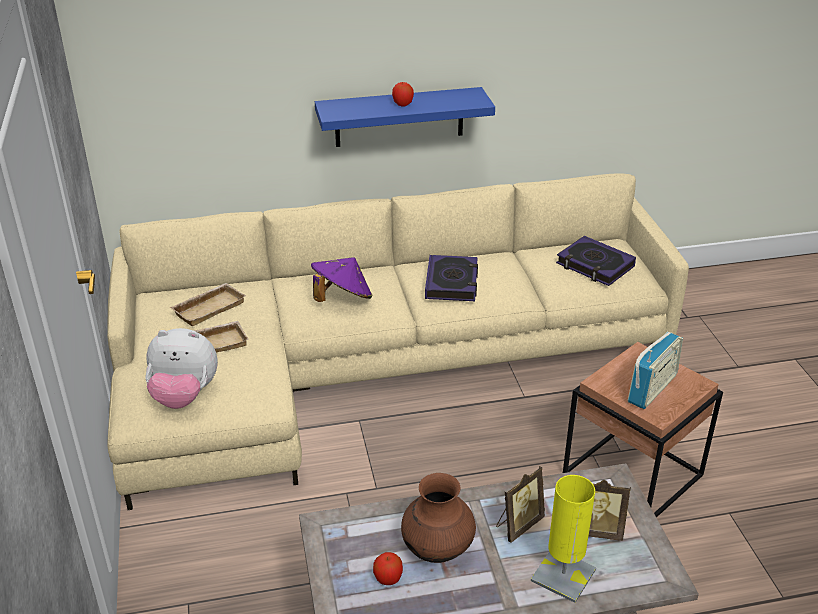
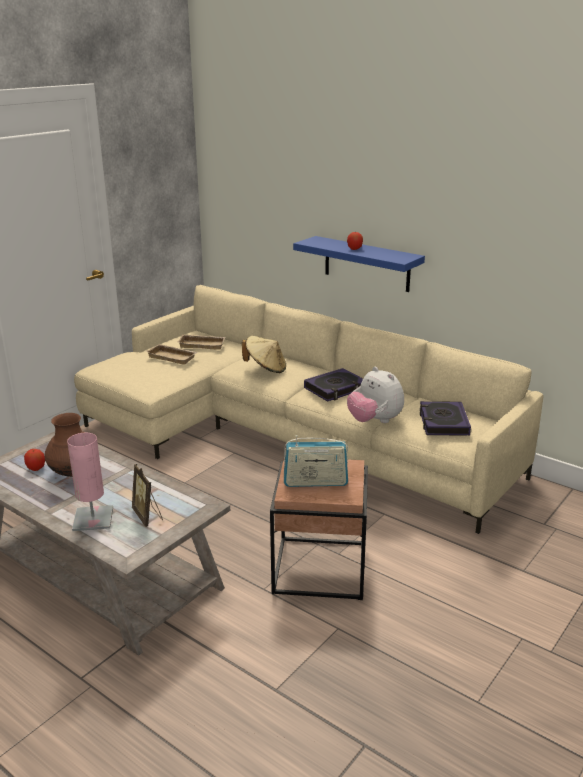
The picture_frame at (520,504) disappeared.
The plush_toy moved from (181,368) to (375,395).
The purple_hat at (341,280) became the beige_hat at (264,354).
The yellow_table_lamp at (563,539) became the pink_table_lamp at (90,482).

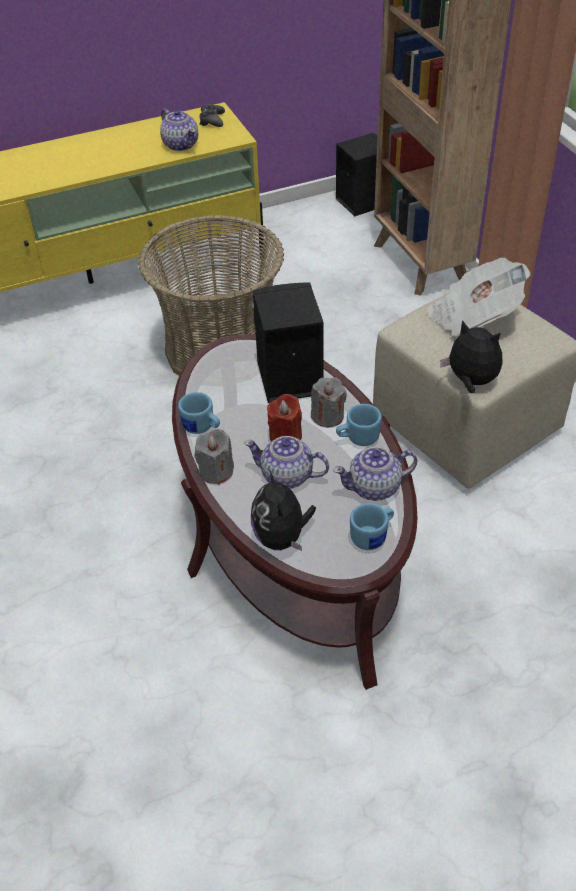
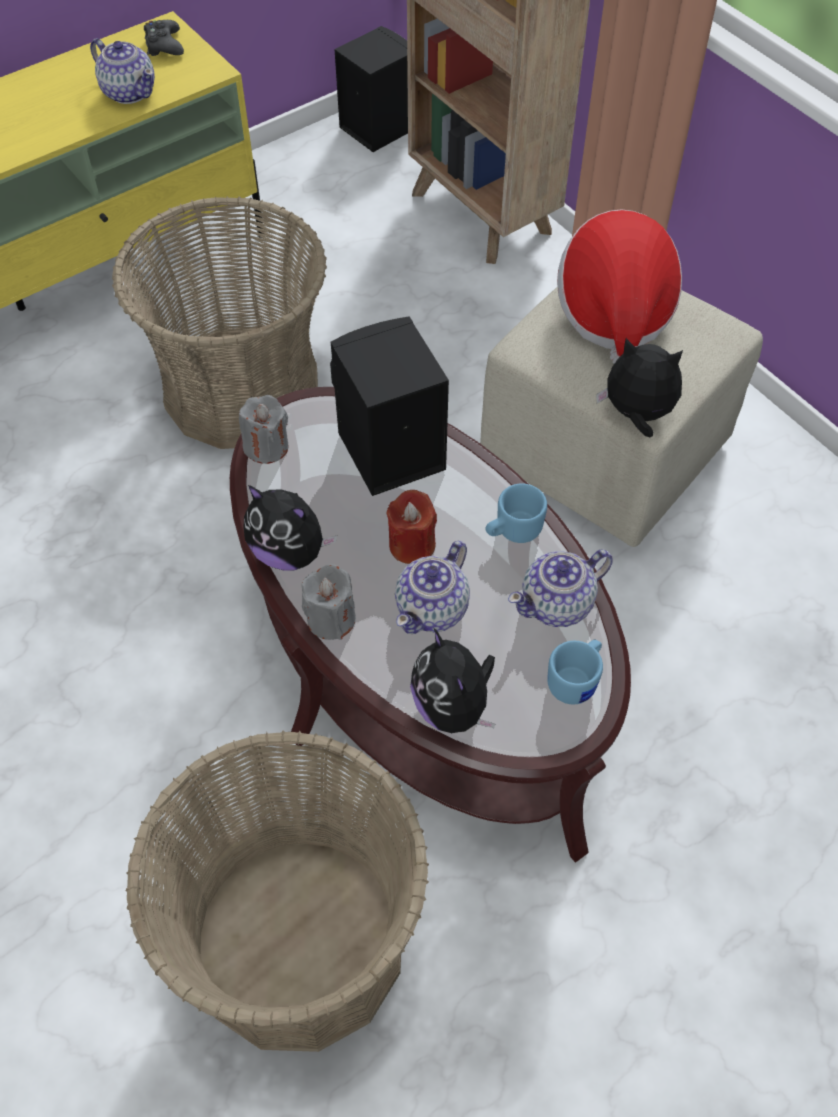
The basket at (277,891) appeared.
The grey_candle moved from (329,402) to (264,429).
The blue_mug at (199,413) was replaced by the plush_toy at (290,528).
The newspaper at (479,297) was replaced by the hat at (619,286).
The teapot at (286,462) turned 60 degrees counterclockwise.

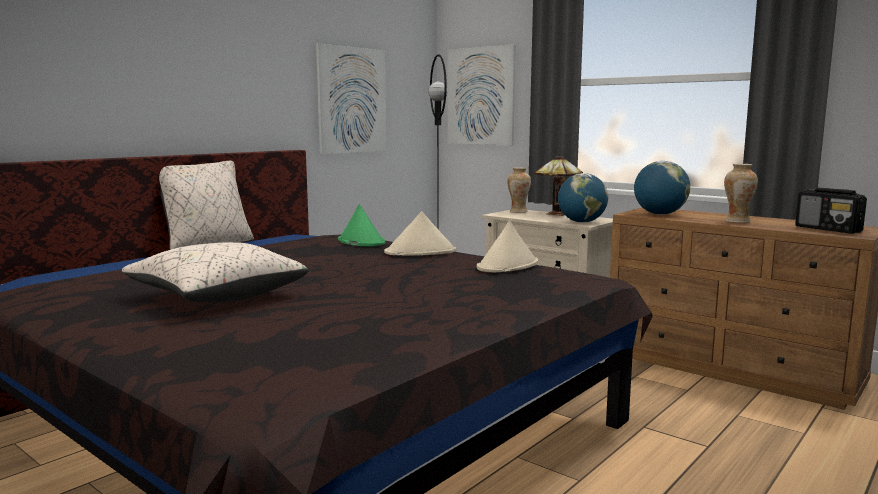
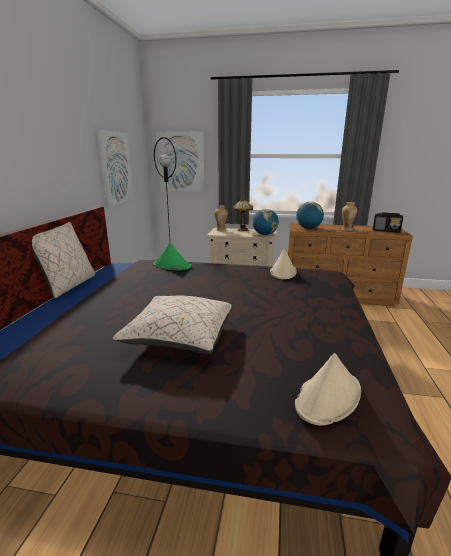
The beige_hat moved from (420,233) to (328,389).

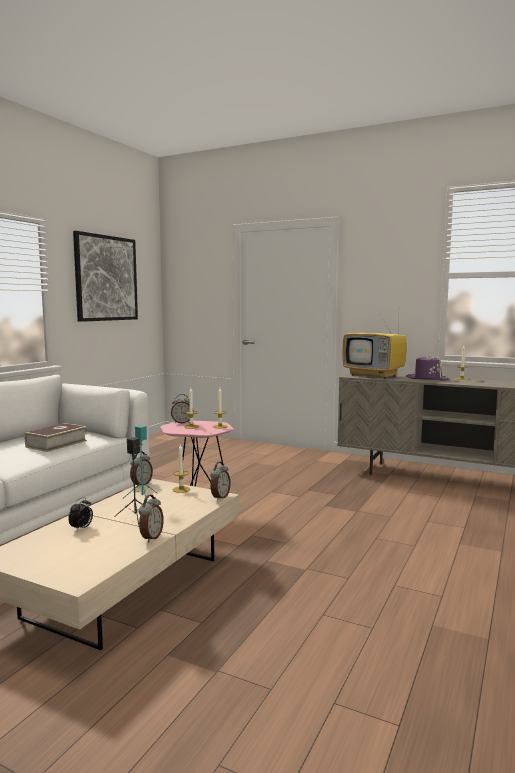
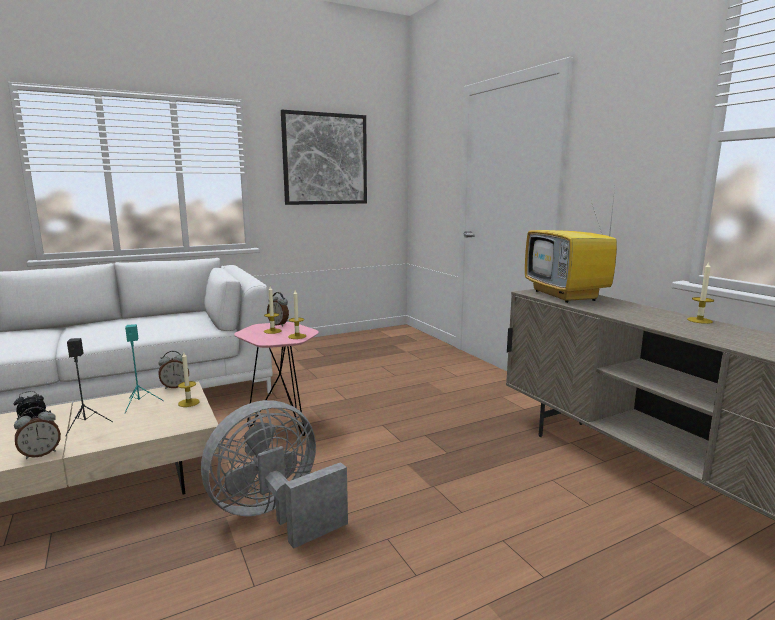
The book at (55,437) disappeared.
The alarm_clock at (220,481) disappeared.
The purple_hat at (427,367) disappeared.
The grey_fan at (274,474) appeared.

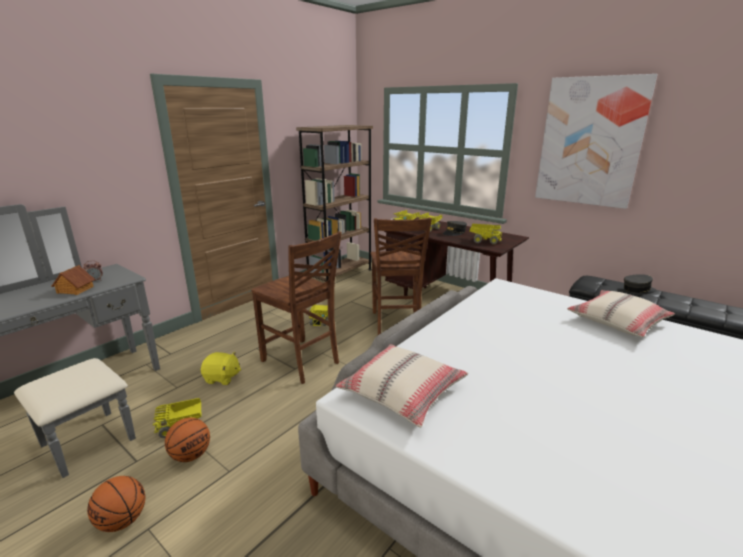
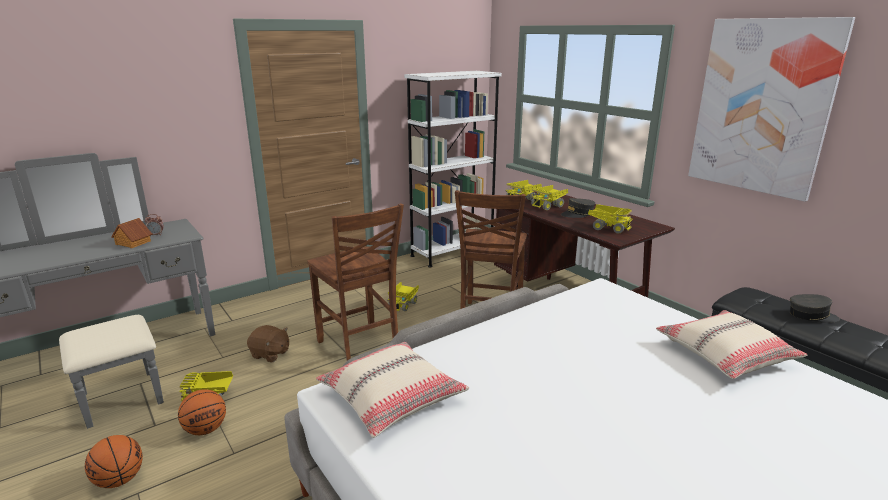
The yellow_plush_toy at (221,368) became the brown_plush_toy at (268,344).
The brown_bookcase at (334,203) became the white_bookcase at (453,169).

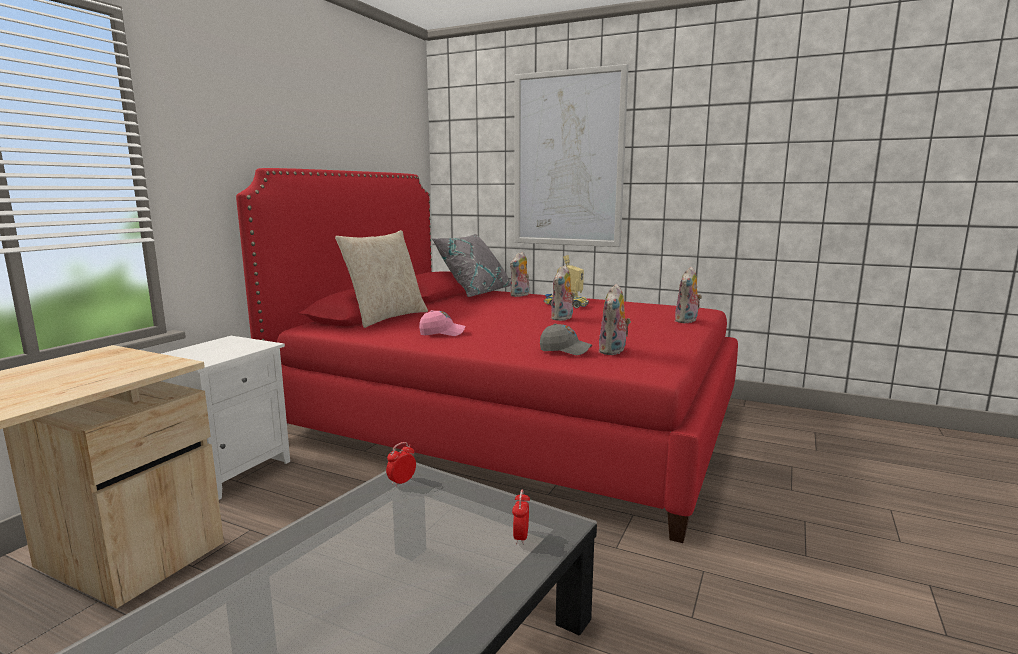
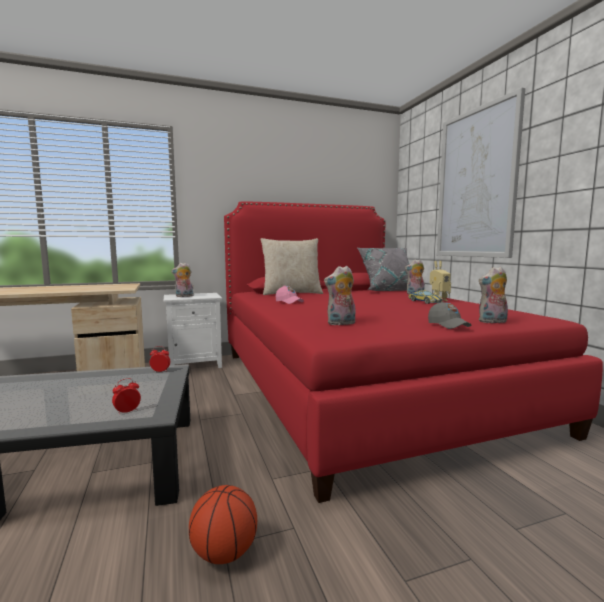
The basketball at (223,524) appeared.
The grey_cap moved from (566,339) to (449,315).
The plush_toy moved from (563,293) to (182,280).

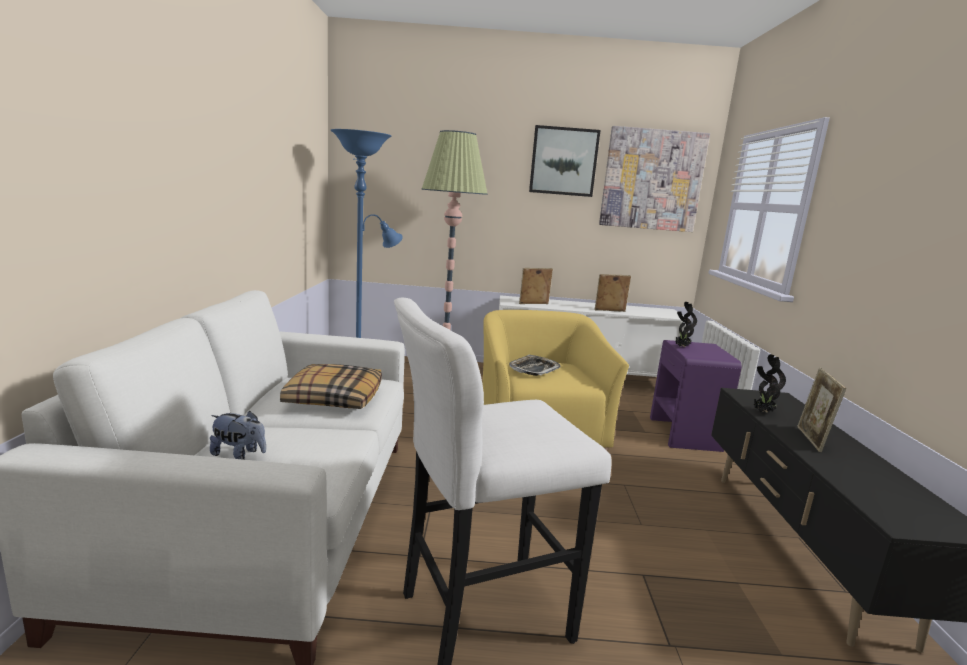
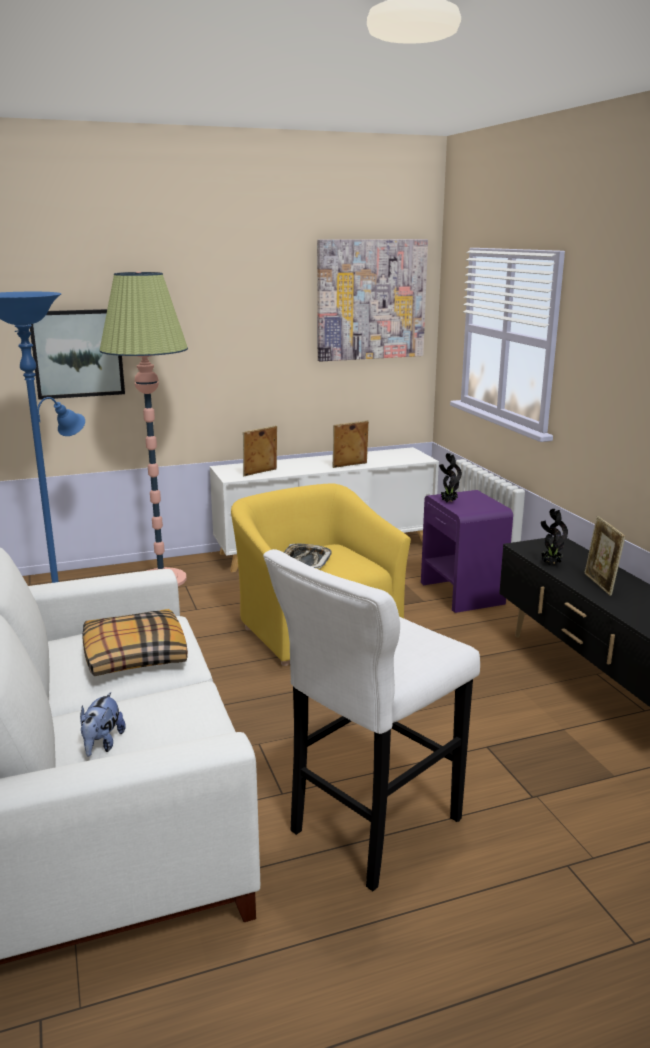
The picture moved from (565,161) to (77,354).
The plush_toy at (238,435) turned 105 degrees clockwise.

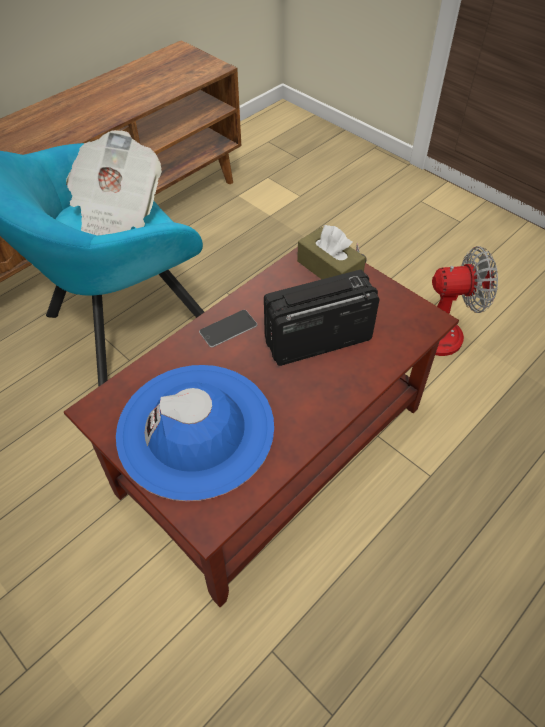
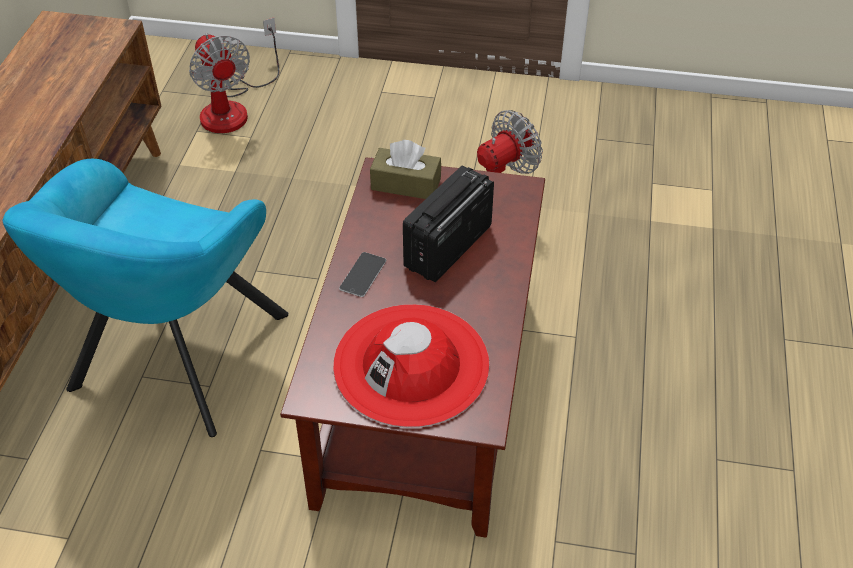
The newspaper at (114,183) disappeared.
The fan at (234,75) appeared.
The blue_hat at (195,433) became the red_hat at (411,366).

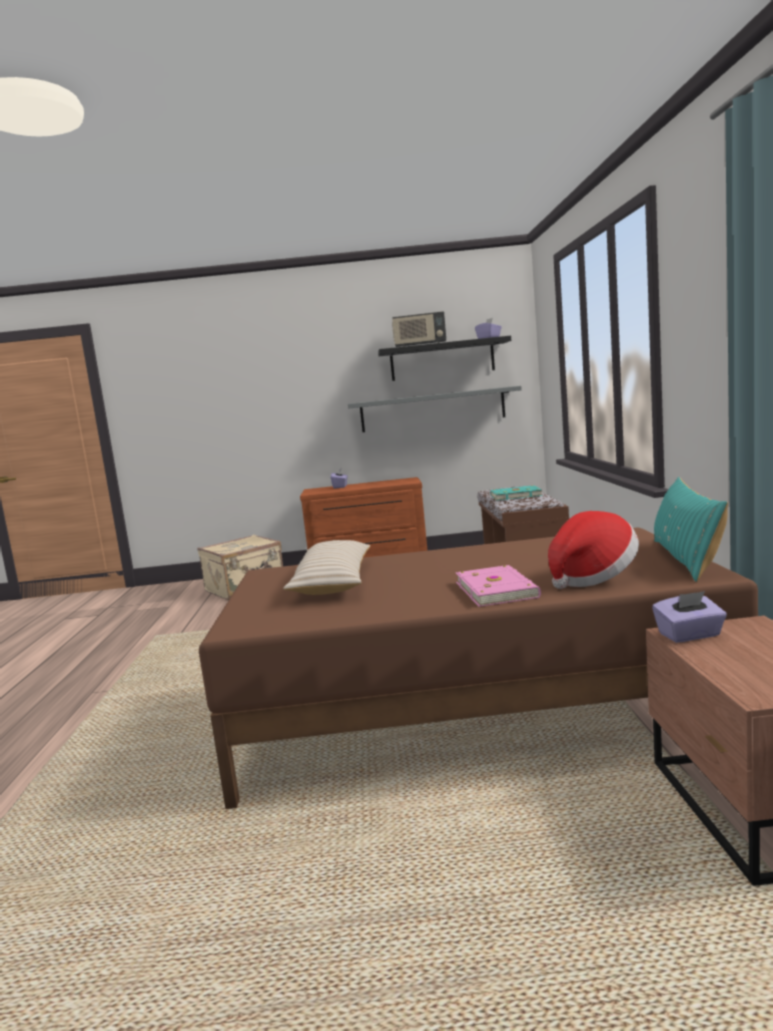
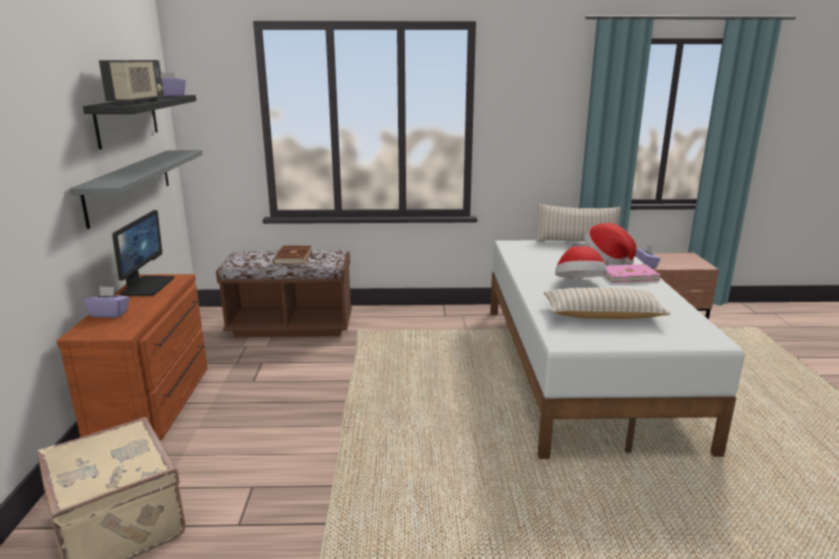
The monitor at (143,253) appeared.
The hat at (581,261) appeared.
The brown_bed at (478,668) became the white_bed at (617,349).
The turquoise_book at (516,492) became the brown_book at (292,255).
The turquoise_pillow at (691,529) became the beige_pillow at (578,223).

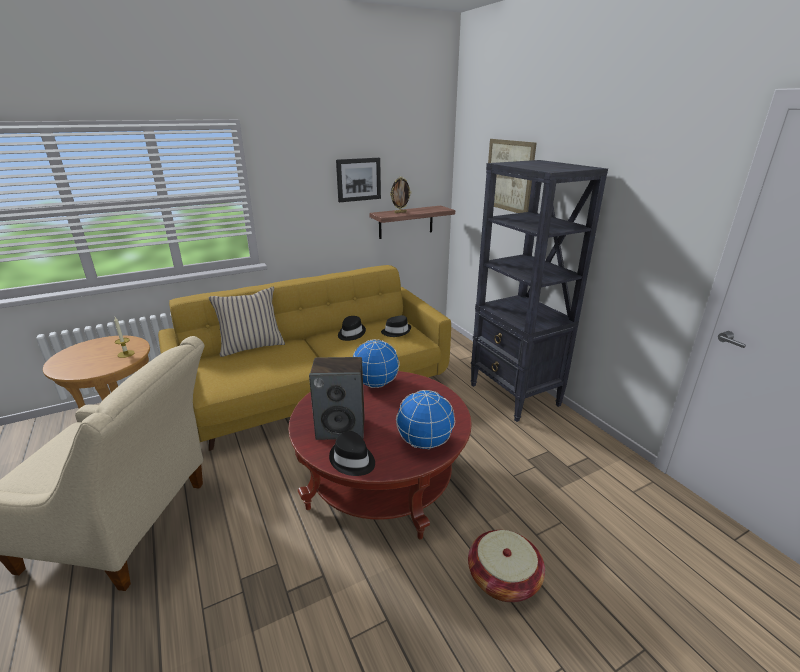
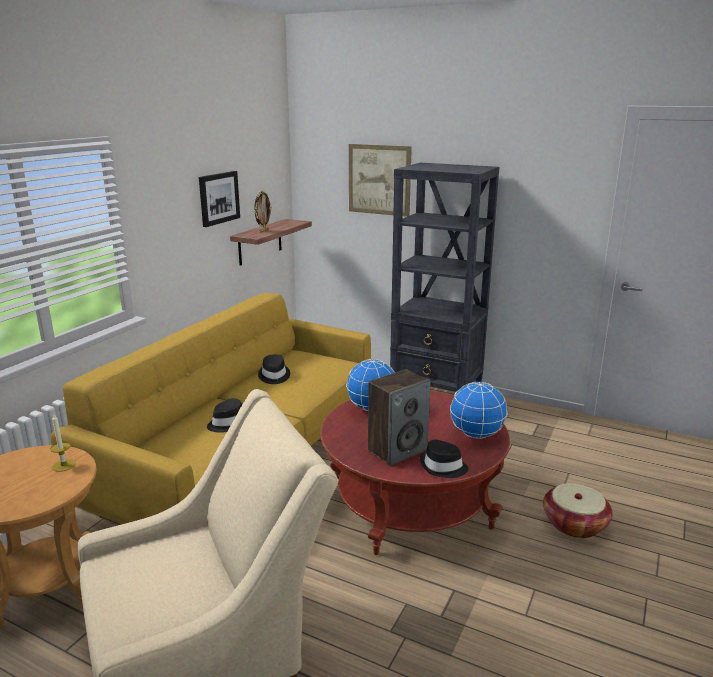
The beige_pillow at (246,322) disappeared.
The black_hat moved from (396,326) to (224,415).

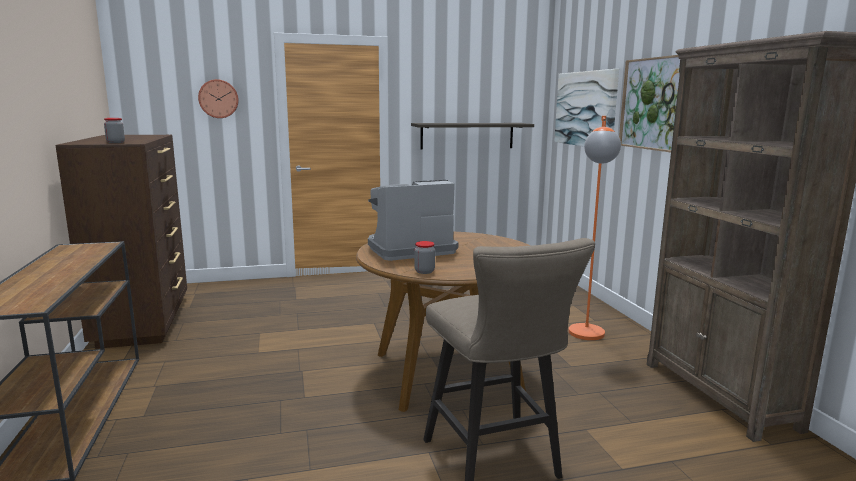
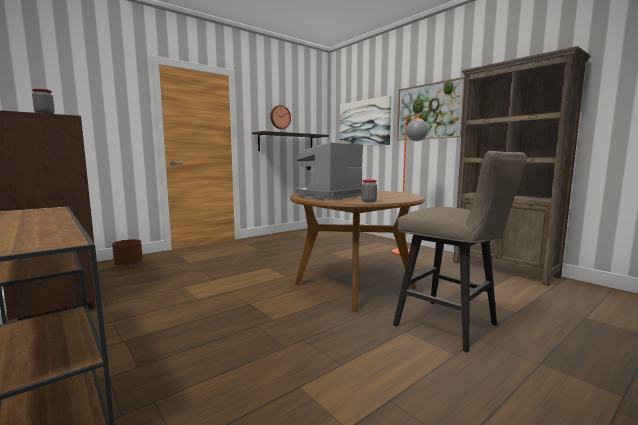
The brown_planter at (127,253) appeared.
The wall_clock moved from (218,98) to (280,117).

